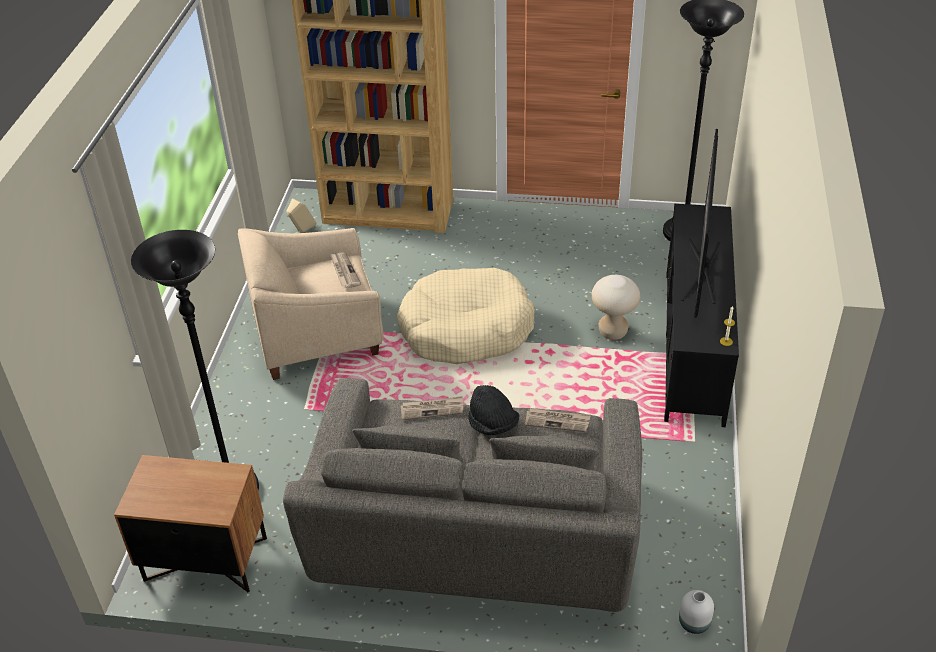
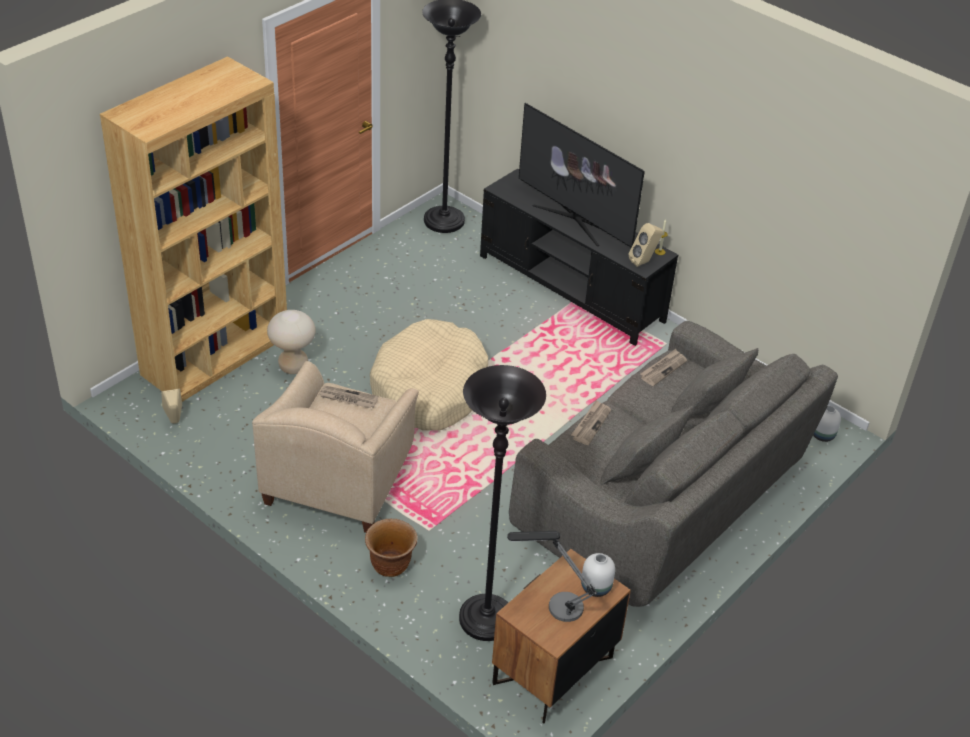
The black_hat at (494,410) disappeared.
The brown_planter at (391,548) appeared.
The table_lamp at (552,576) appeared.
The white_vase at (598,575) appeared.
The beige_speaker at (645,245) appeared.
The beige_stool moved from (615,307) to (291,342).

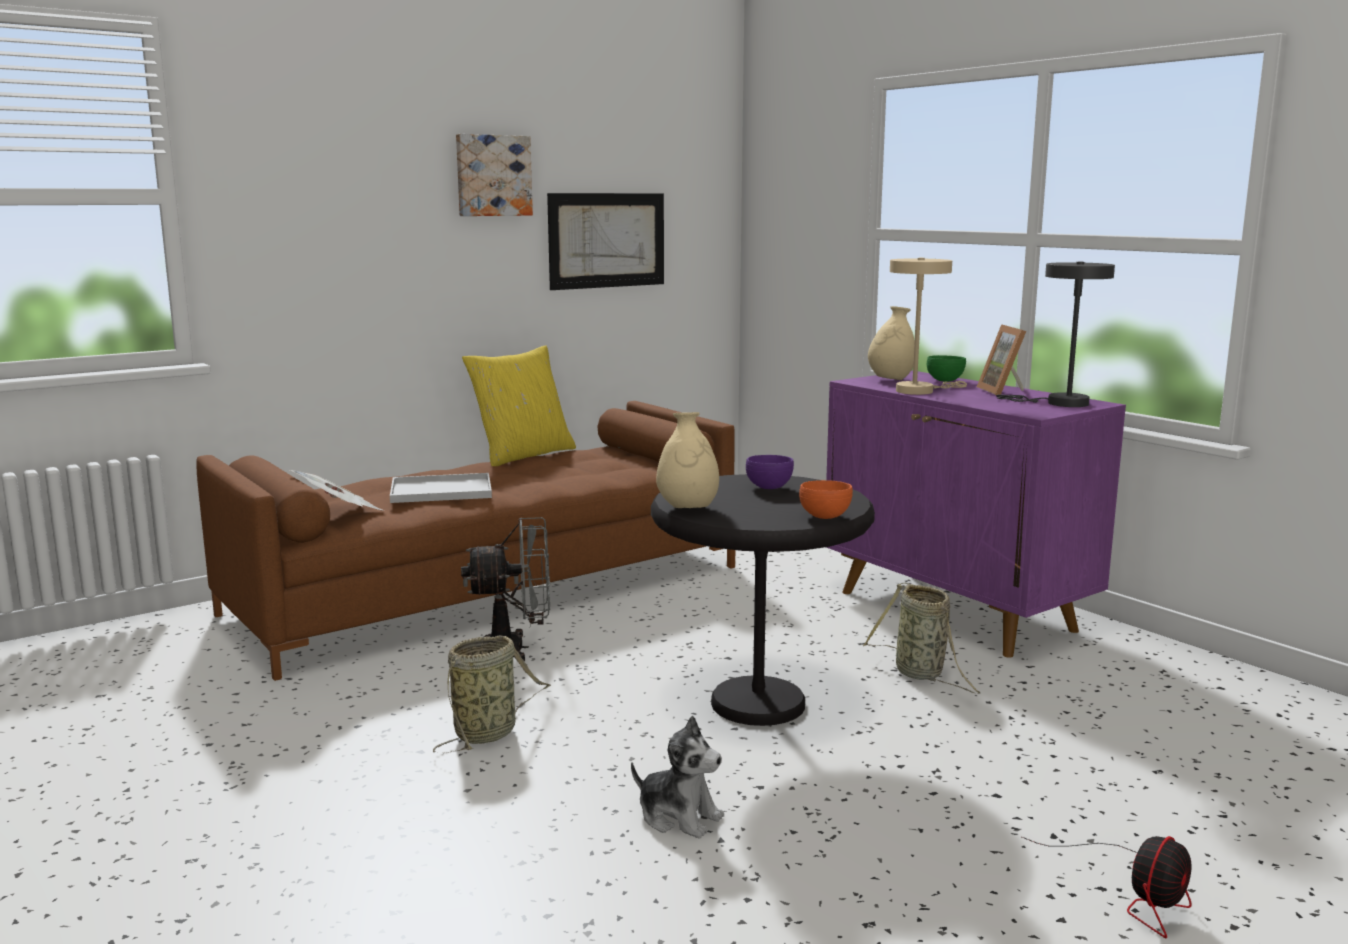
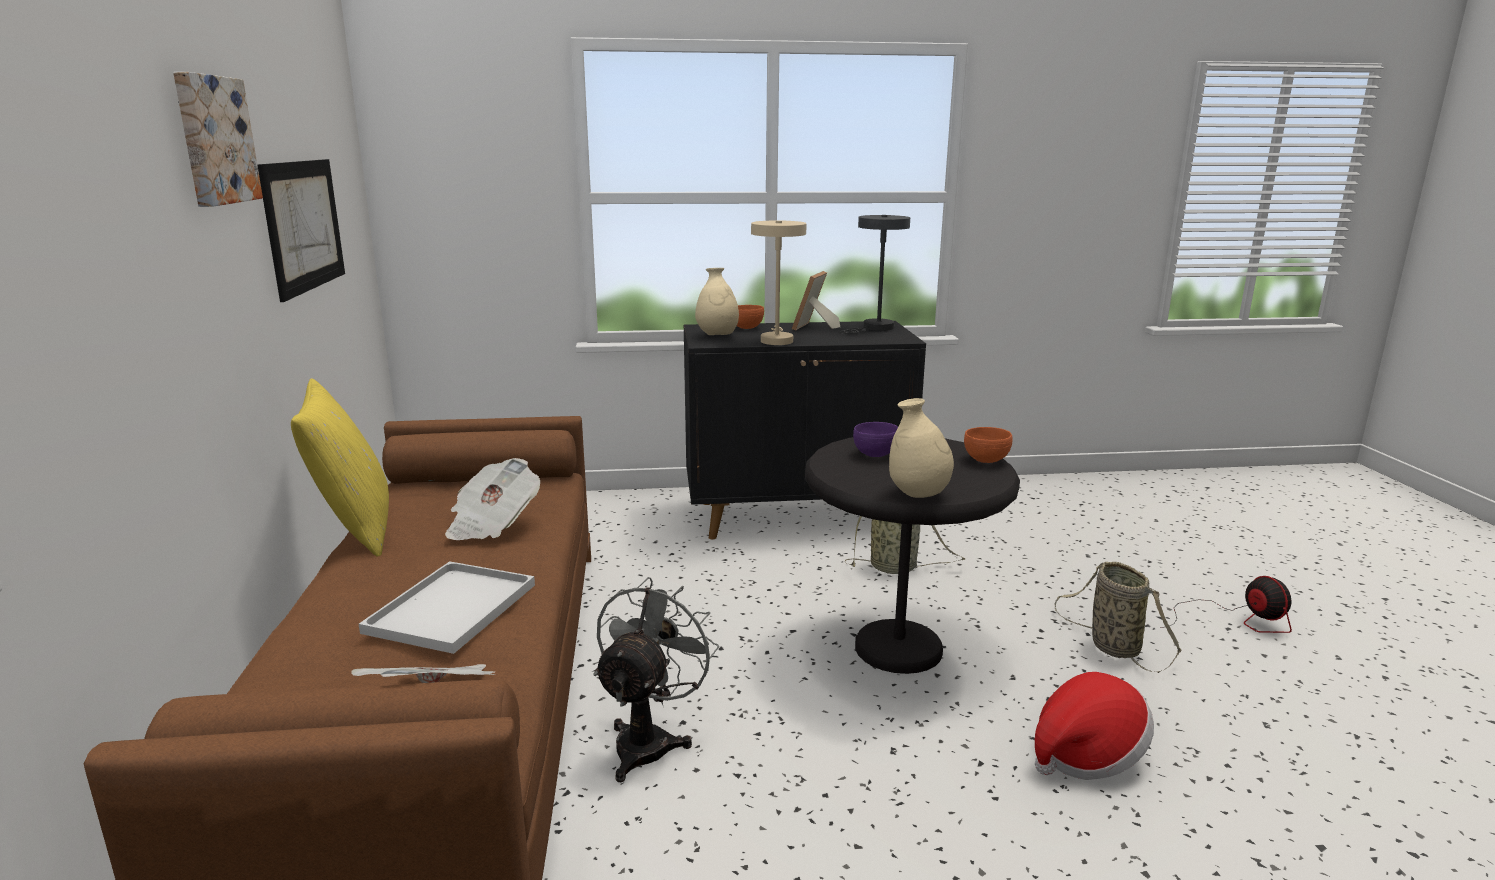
The newspaper at (492,499) appeared.
The basket moved from (492,694) to (1117,617).
The plush_toy at (677,777) was replaced by the hat at (1094,726).
The purple_cabinet at (976,514) became the black_cabinet at (805,430).
The green_bowl at (946,368) became the orange_bowl at (750,317).
The picture_frame at (1001,359) turned 90 degrees clockwise.

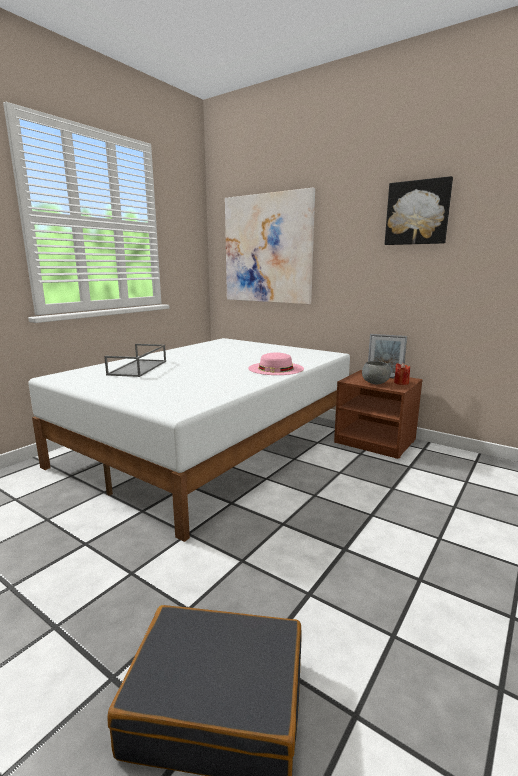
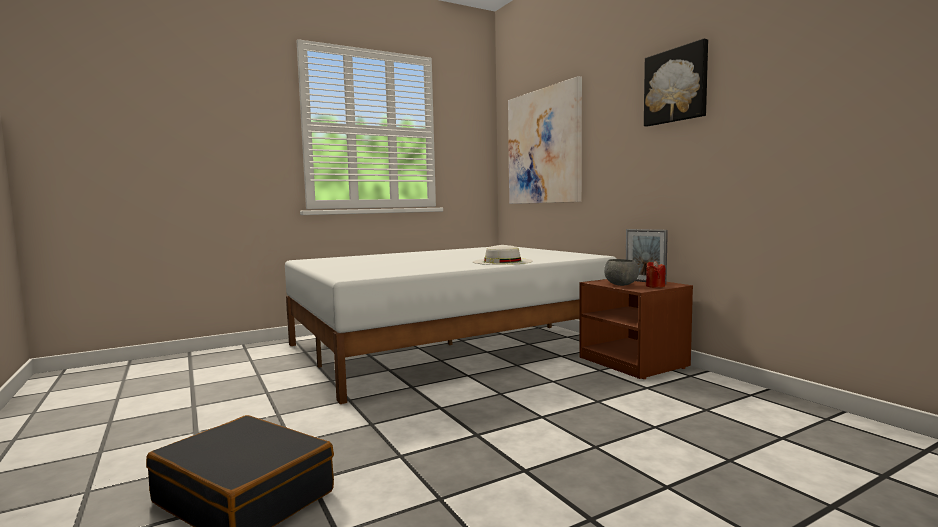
The grey_tray at (135,360) disappeared.
The pink_hat at (276,364) became the white_hat at (503,255).

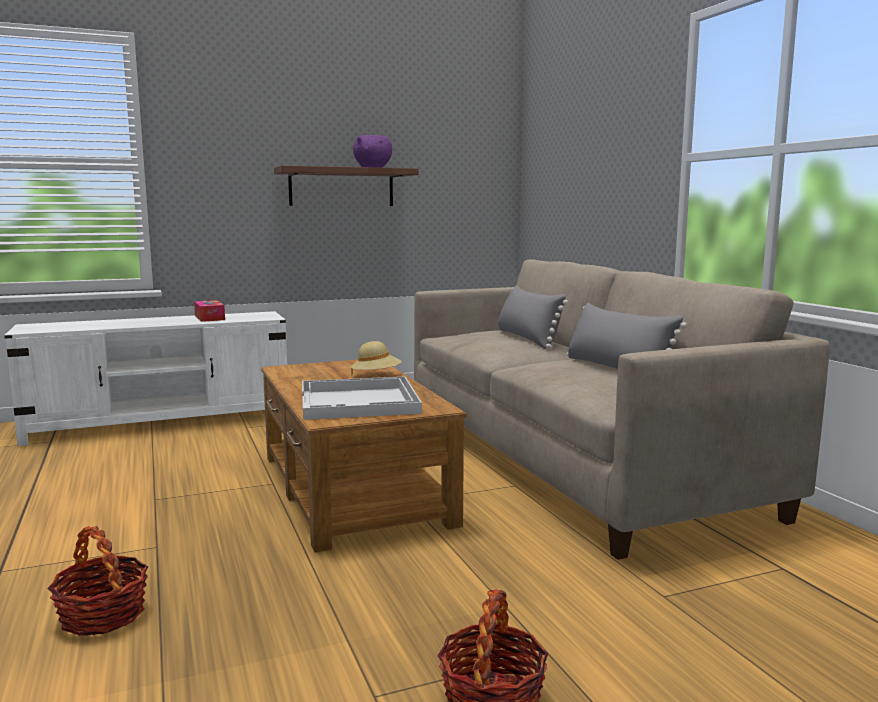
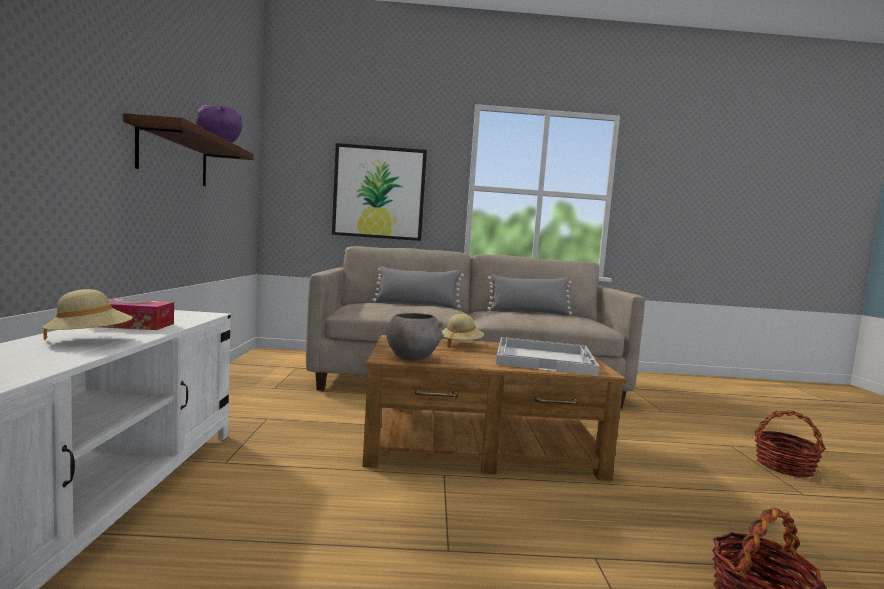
The beige_hat at (87,315) appeared.
The picture at (379,192) appeared.
The grey_bowl at (415,337) appeared.

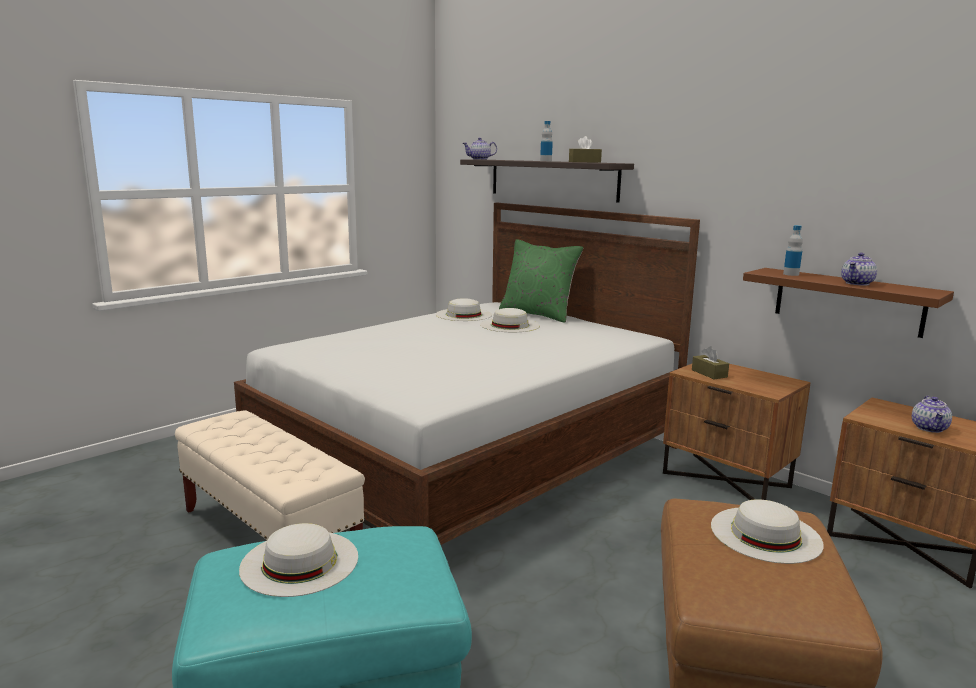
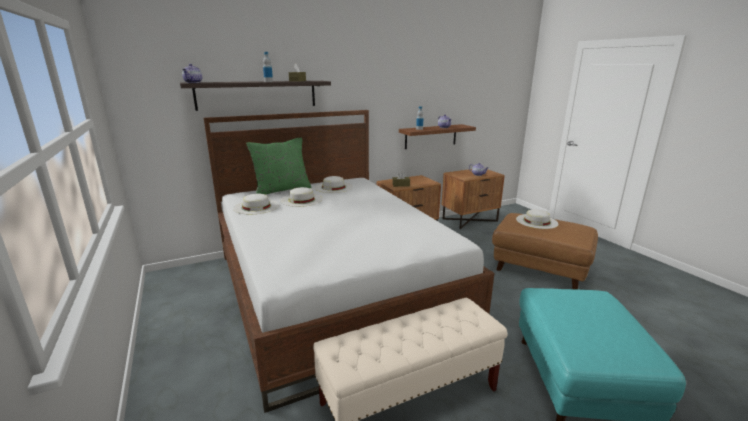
The white_hat moved from (298,560) to (334,184).

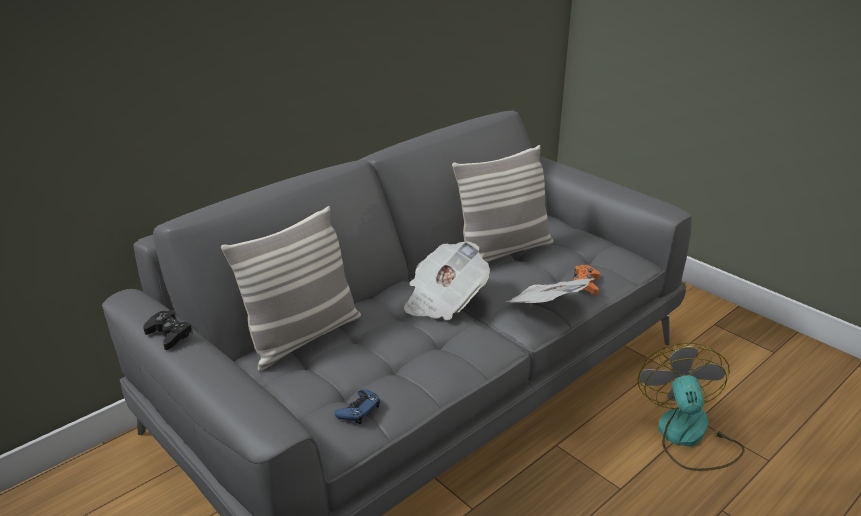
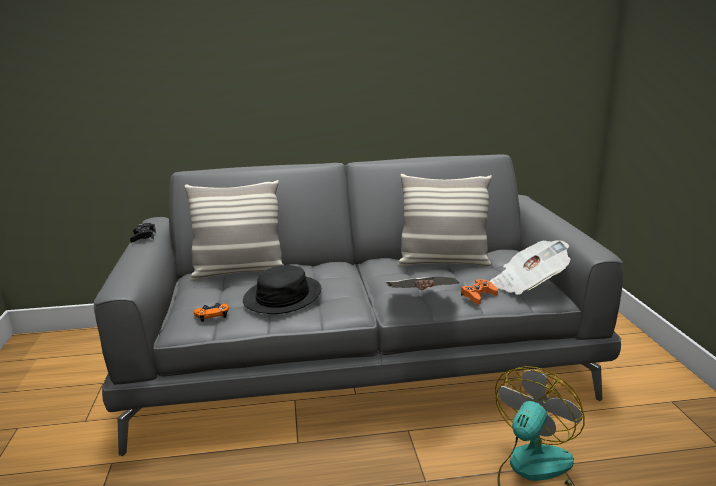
The black_hat at (282,289) appeared.
The newspaper moved from (447,280) to (530,267).
The blue_game_controller at (357,407) became the orange_game_controller at (211,312).

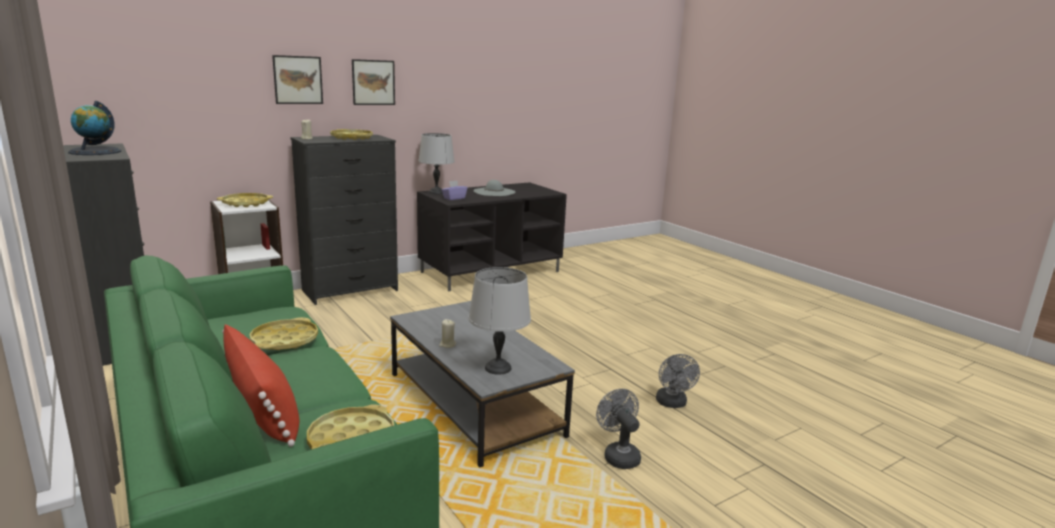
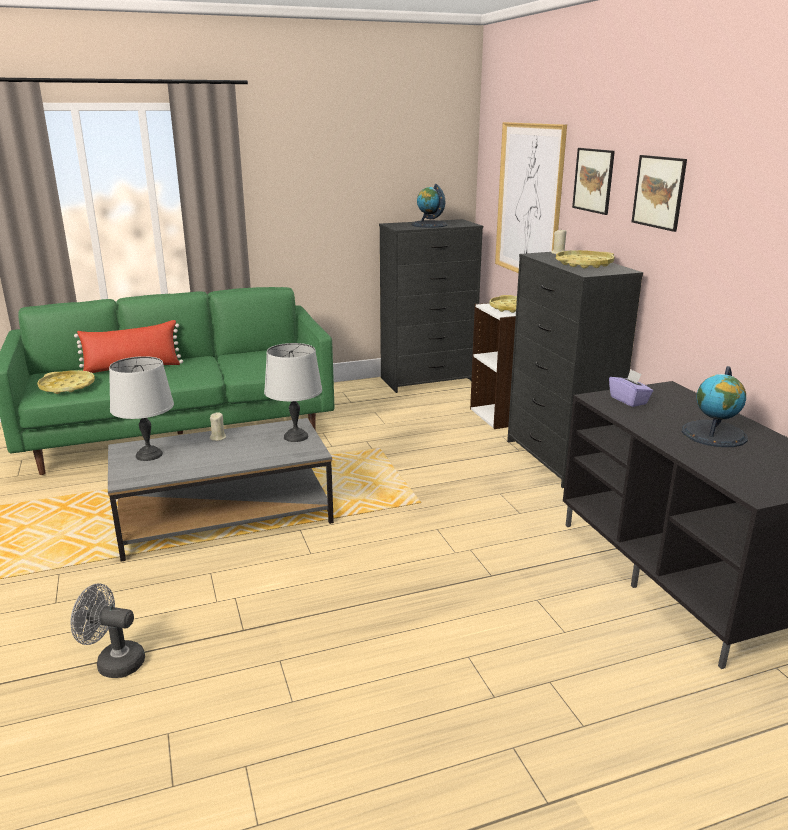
The yellow_tray at (284,333) disappeared.
The grey_fan at (618,429) disappeared.
The picture at (531,197) appeared.
The grey_table_lamp moved from (437,163) to (293,392).
The grey_hat at (494,188) was replaced by the globe at (715,406).

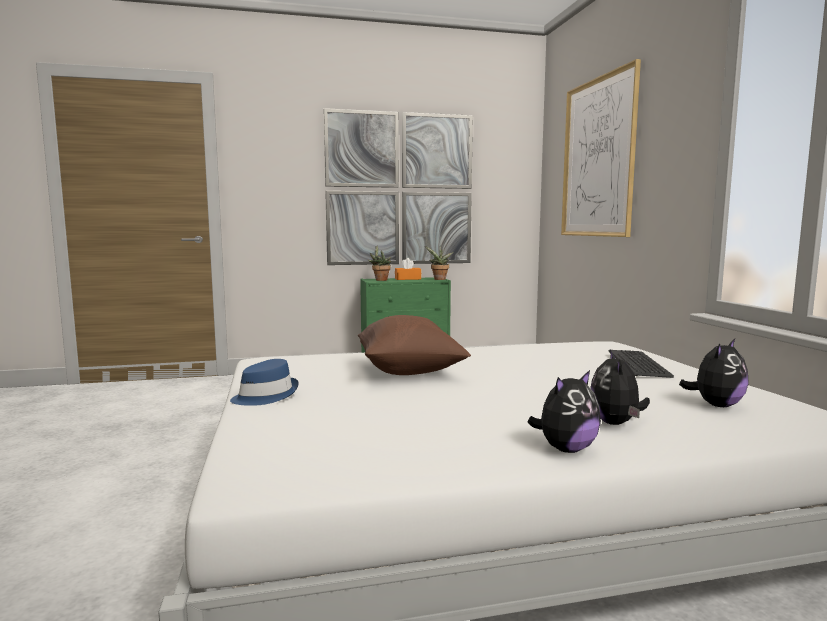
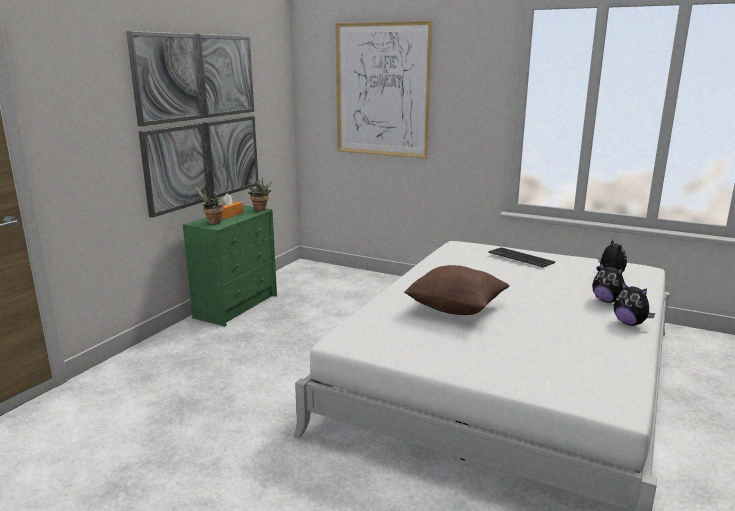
The blue_hat at (264,382) disappeared.
The plush_toy at (564,411) turned 135 degrees clockwise.

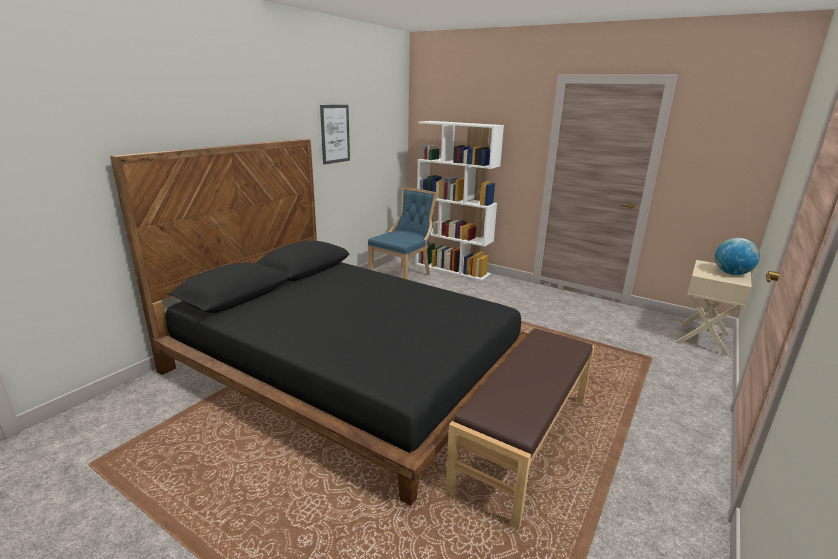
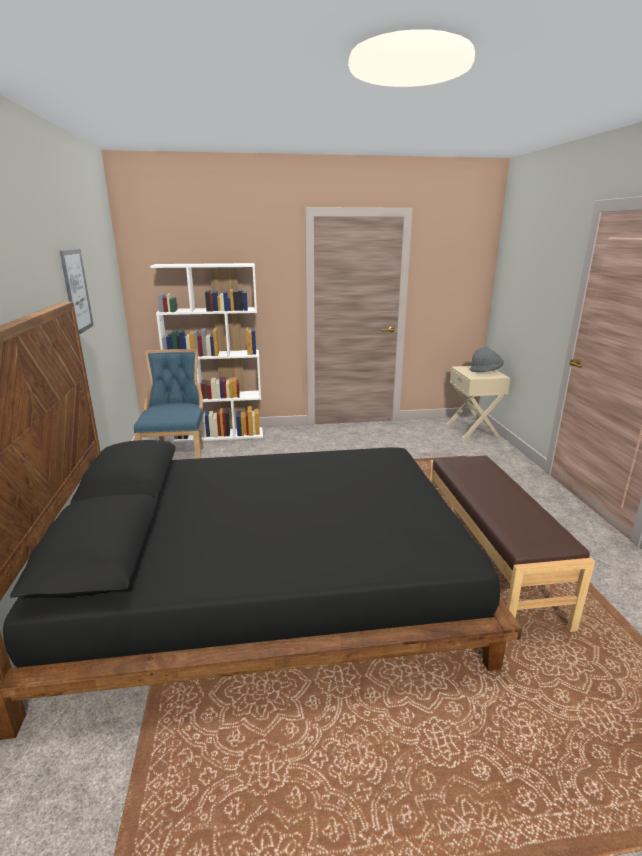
The globe at (737,256) was replaced by the grey_hat at (487,359).

